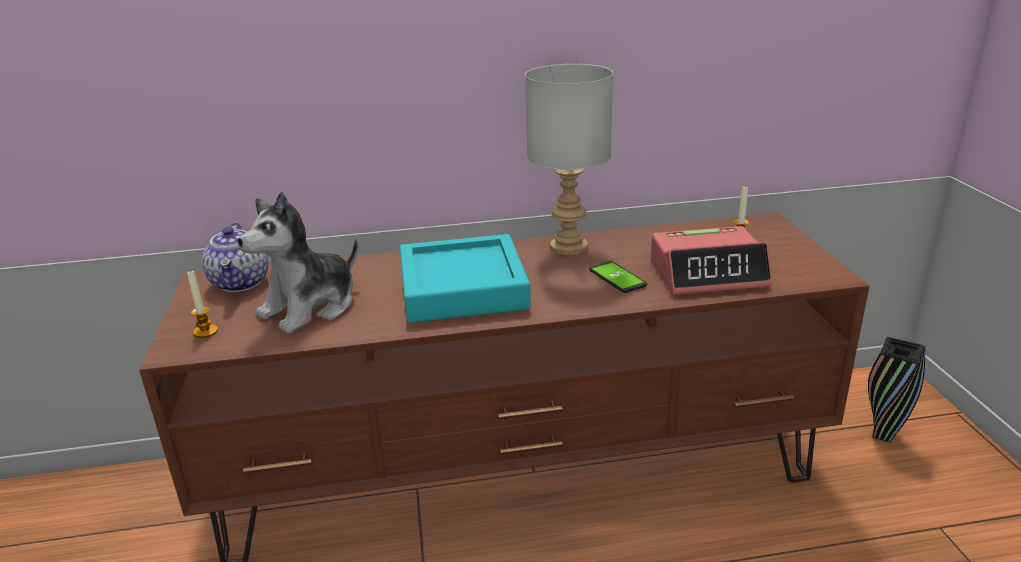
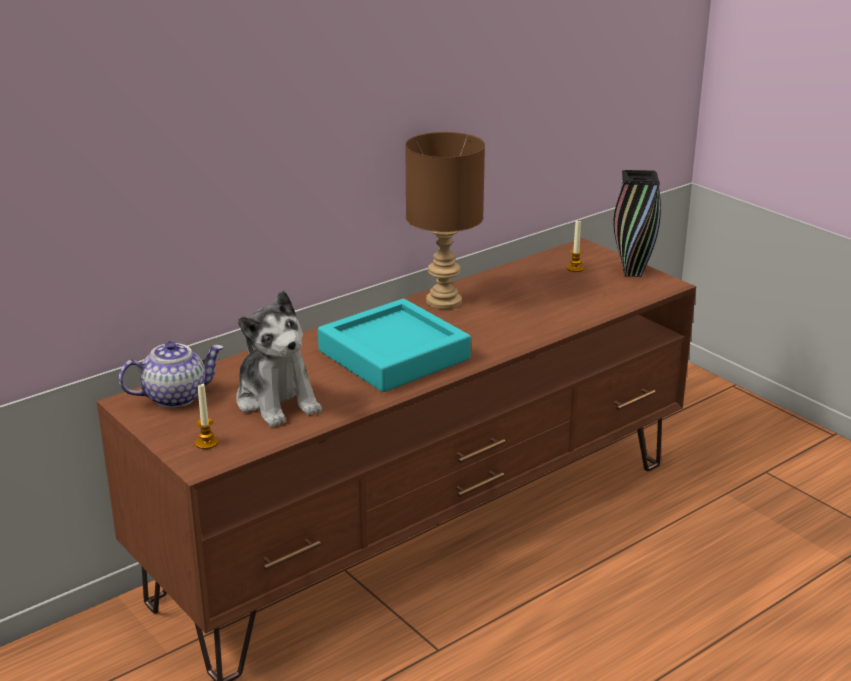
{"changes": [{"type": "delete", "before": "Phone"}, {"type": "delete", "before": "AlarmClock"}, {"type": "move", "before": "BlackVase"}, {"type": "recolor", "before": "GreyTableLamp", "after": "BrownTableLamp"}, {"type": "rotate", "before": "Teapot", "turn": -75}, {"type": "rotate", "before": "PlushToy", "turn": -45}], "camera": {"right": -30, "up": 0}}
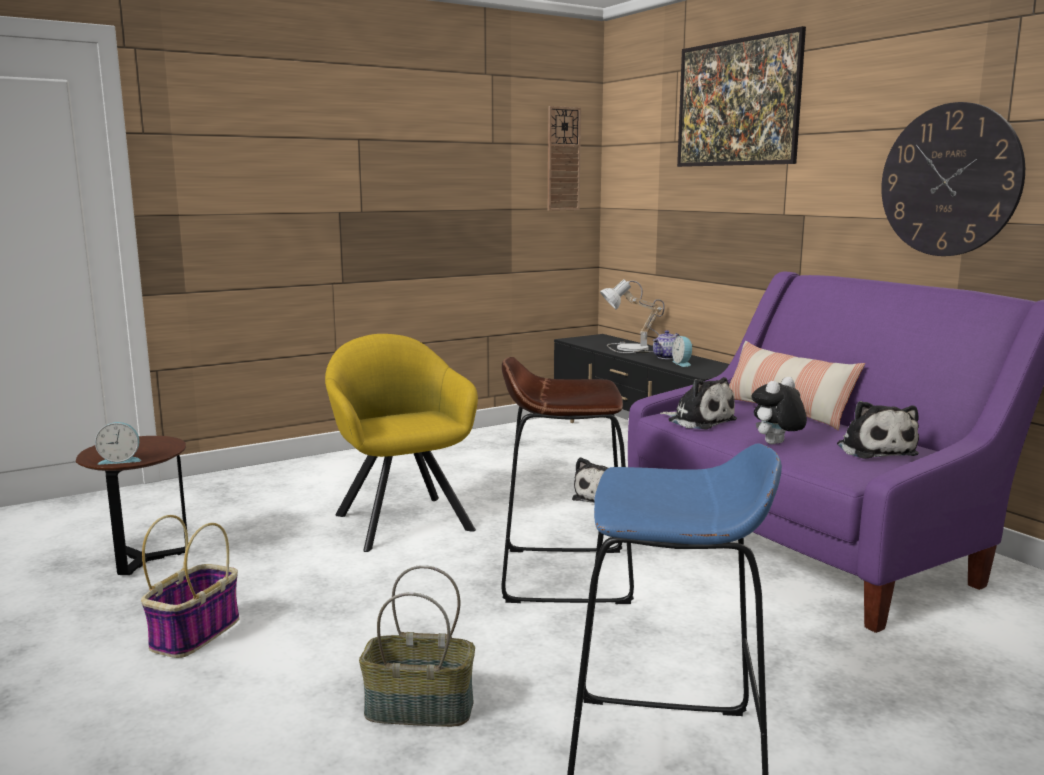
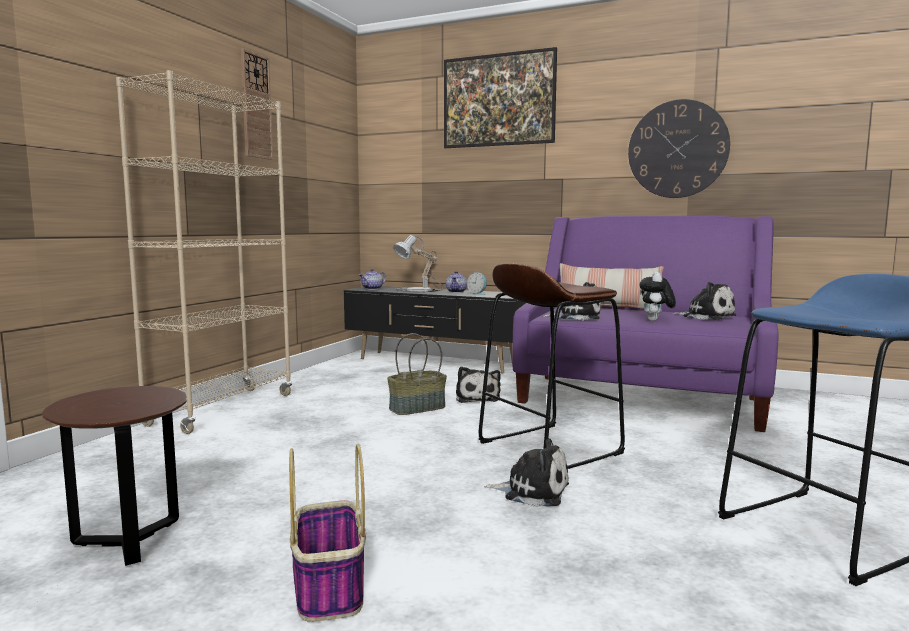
{"changes": [{"type": "delete", "before": "AlarmClock (1st from left)"}, {"type": "delete", "before": "YellowArmchair"}, {"type": "insert", "after": "BeigeBookcase"}, {"type": "insert", "after": "Teapot (1st from left)"}, {"type": "insert", "after": "PlushToy (2nd from left)"}, {"type": "move", "before": "Basket (2nd from left)"}, {"type": "move", "before": "WallClock (1st from left)"}], "camera": {"right": -35, "up": -5}}
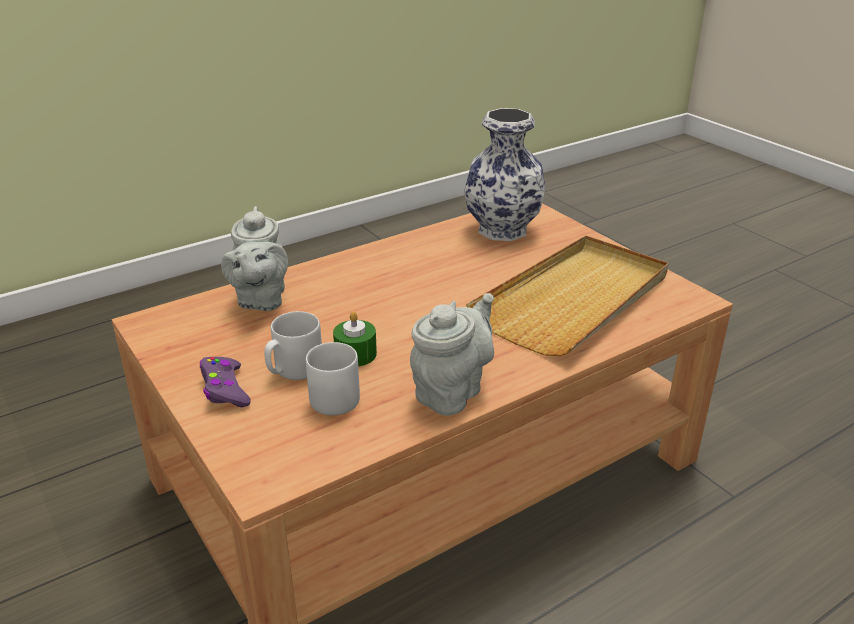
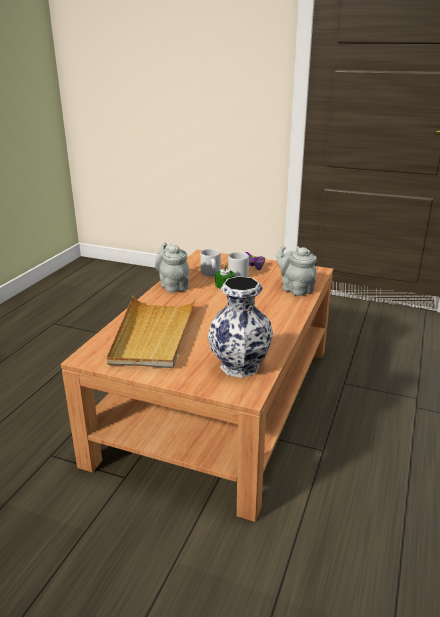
{"changes": [{"type": "rotate", "before": "GreyTeapot (2nd from left in the first image)", "turn": 150}], "camera": {"right": 145, "up": -5}}
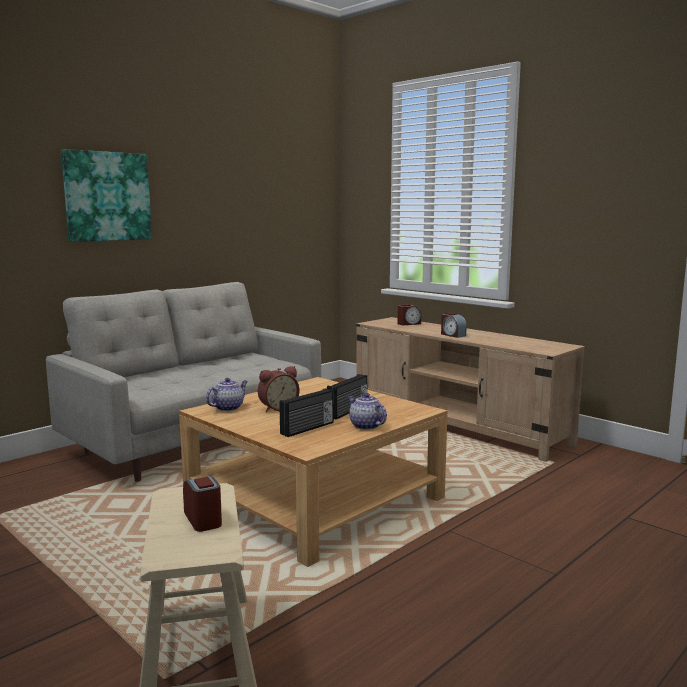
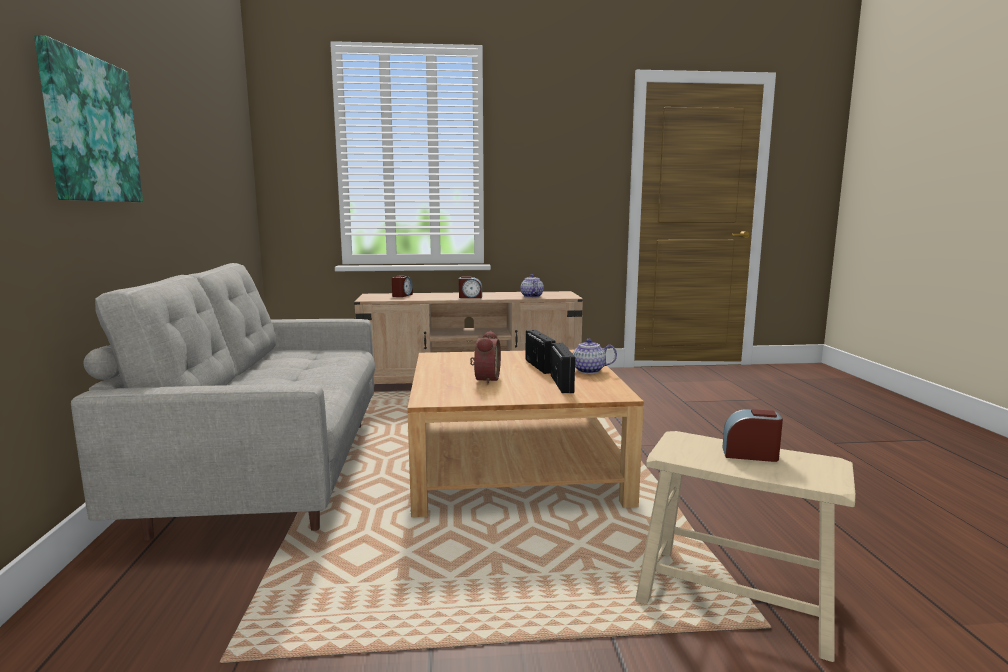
{"changes": [{"type": "move", "before": "Teapot (1st from left)"}], "camera": {"right": -50, "up": 0}}
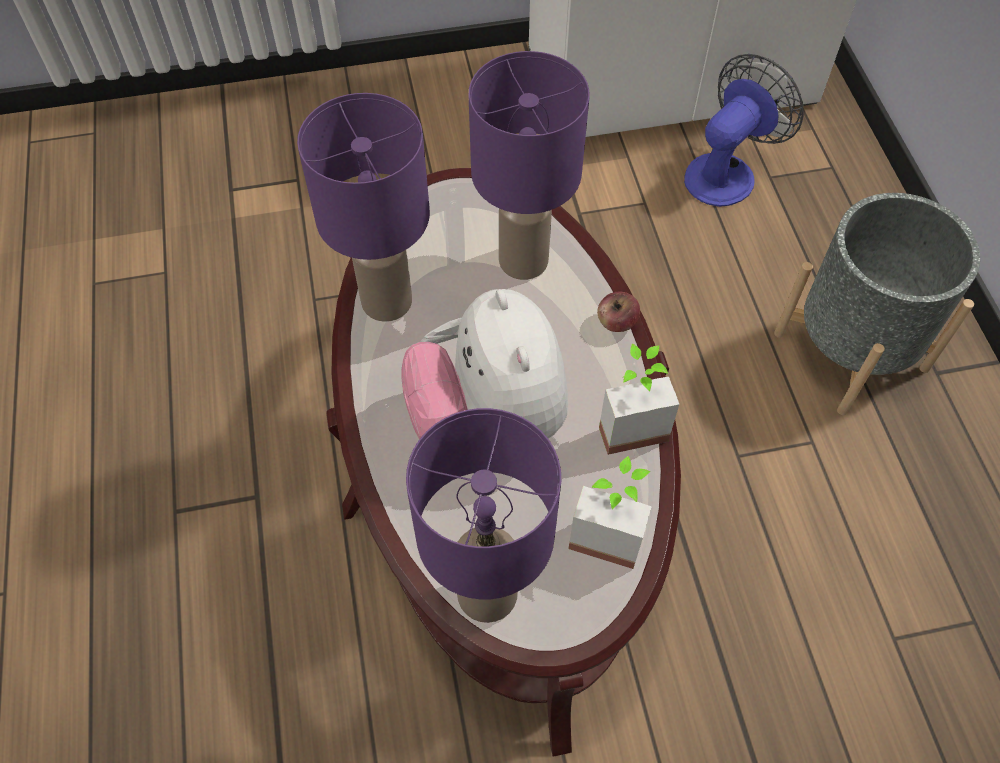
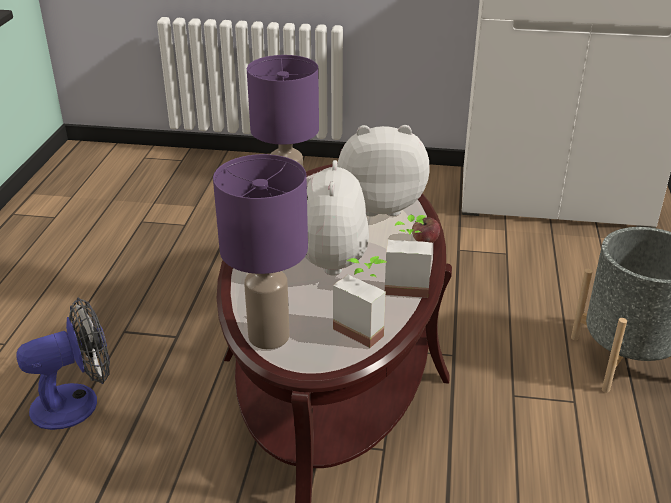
{"changes": [{"type": "move", "before": "Fan"}, {"type": "replace", "before": "PurpleTableLamp (3rd from left)", "after": "PlushToy (2nd from left)"}], "camera": {"right": 20, "up": -25}}
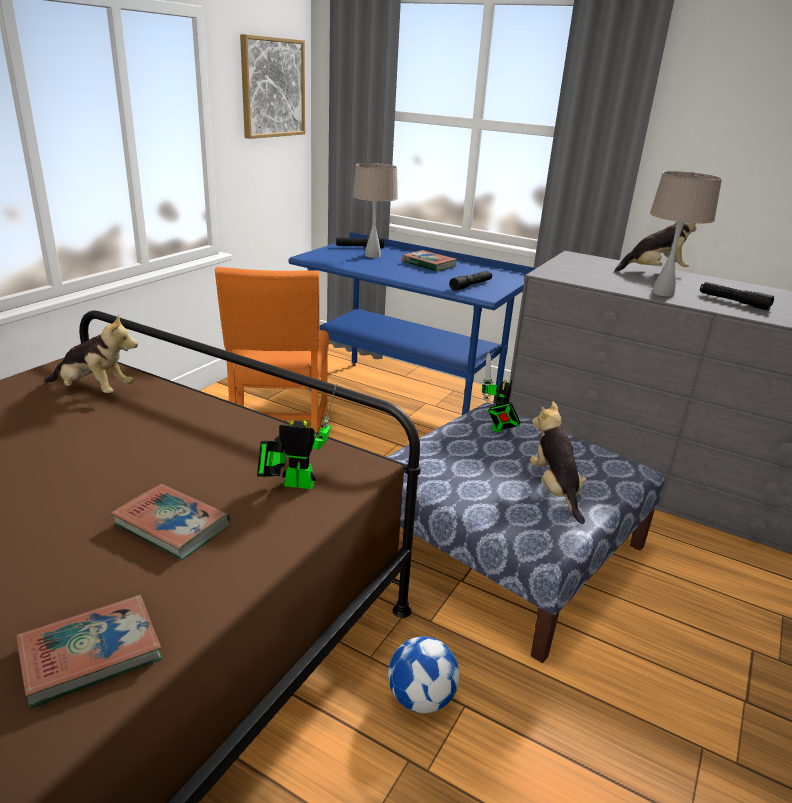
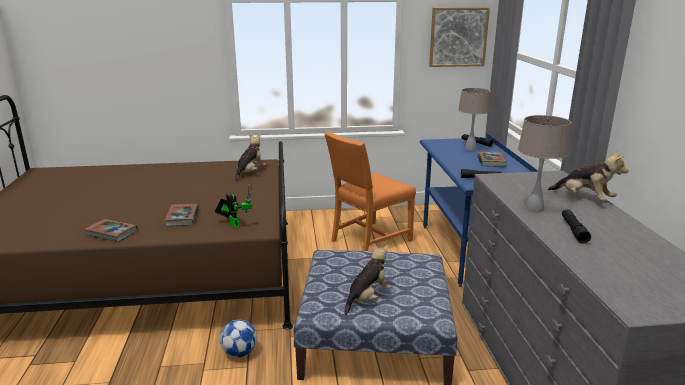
{"changes": [{"type": "delete", "before": "ToyRobot (2nd from left)"}, {"type": "rotate", "before": "PlushToy (1st from left)", "turn": -135}], "camera": {"right": 55, "up": -5}}
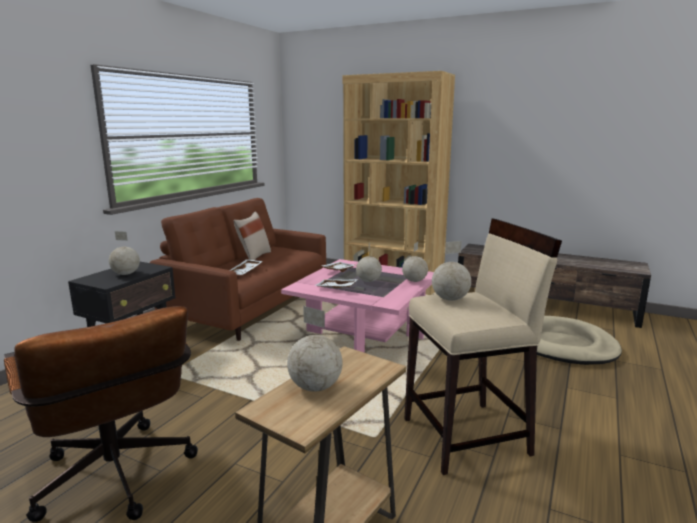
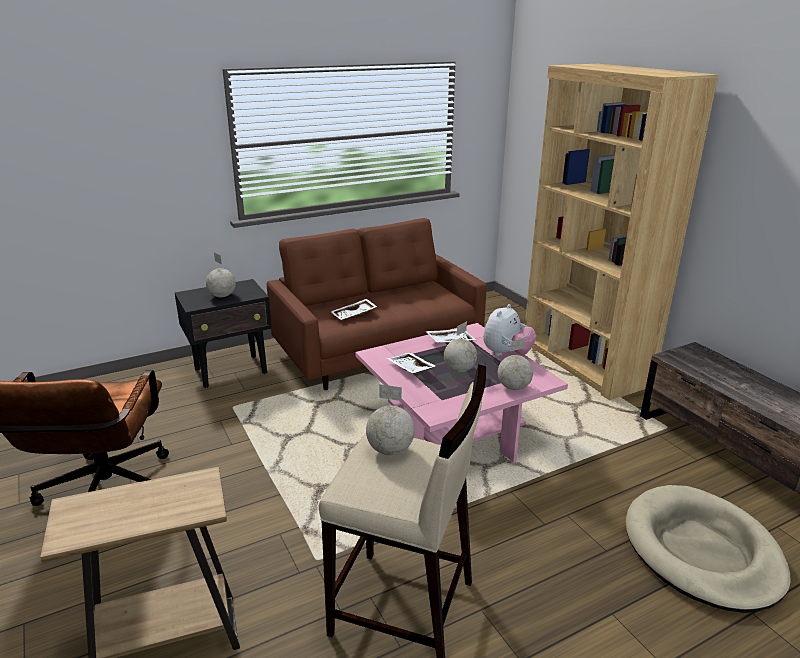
{"changes": [{"type": "delete", "before": "BeigePillow"}, {"type": "delete", "before": "Globe (2nd from left)"}, {"type": "insert", "after": "PlushToy"}], "camera": {"right": 35, "up": 10}}
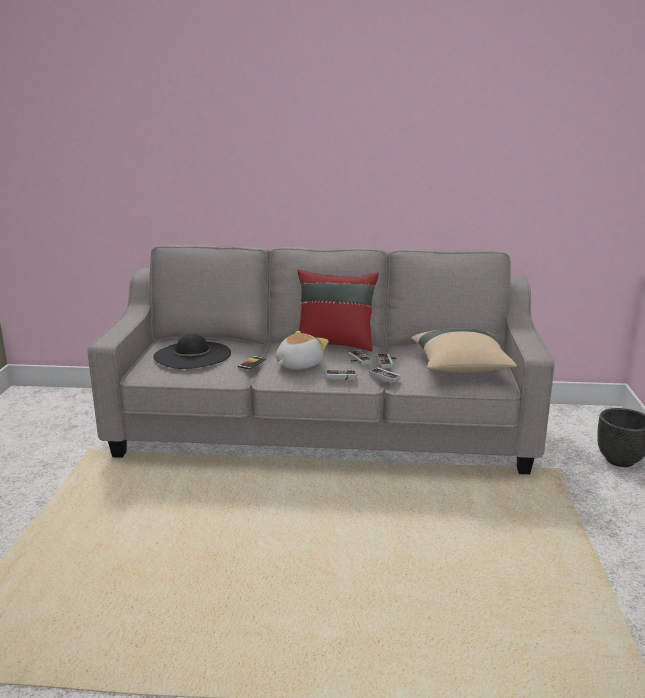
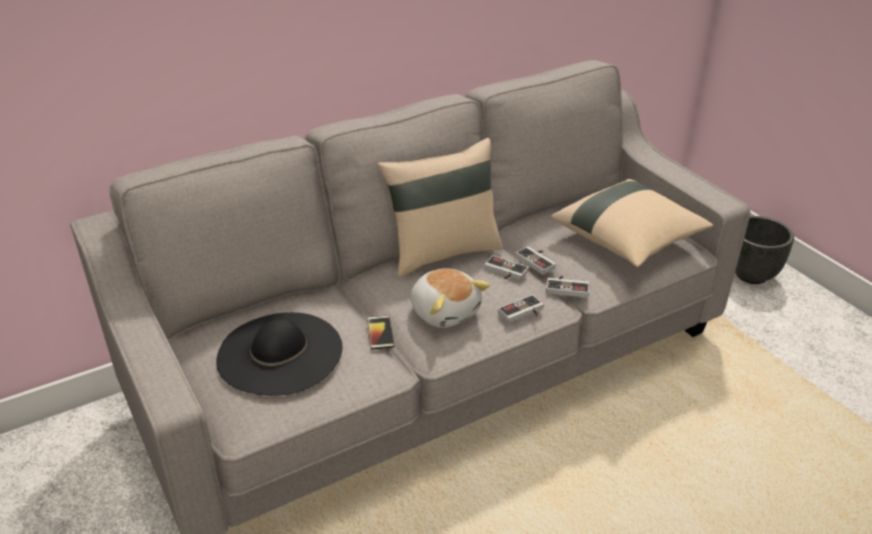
{"changes": [{"type": "recolor", "before": "RedPillow", "after": "BeigePillow (1st from left)"}, {"type": "rotate", "before": "PlushToy", "turn": 135}], "camera": {"right": -35, "up": 15}}
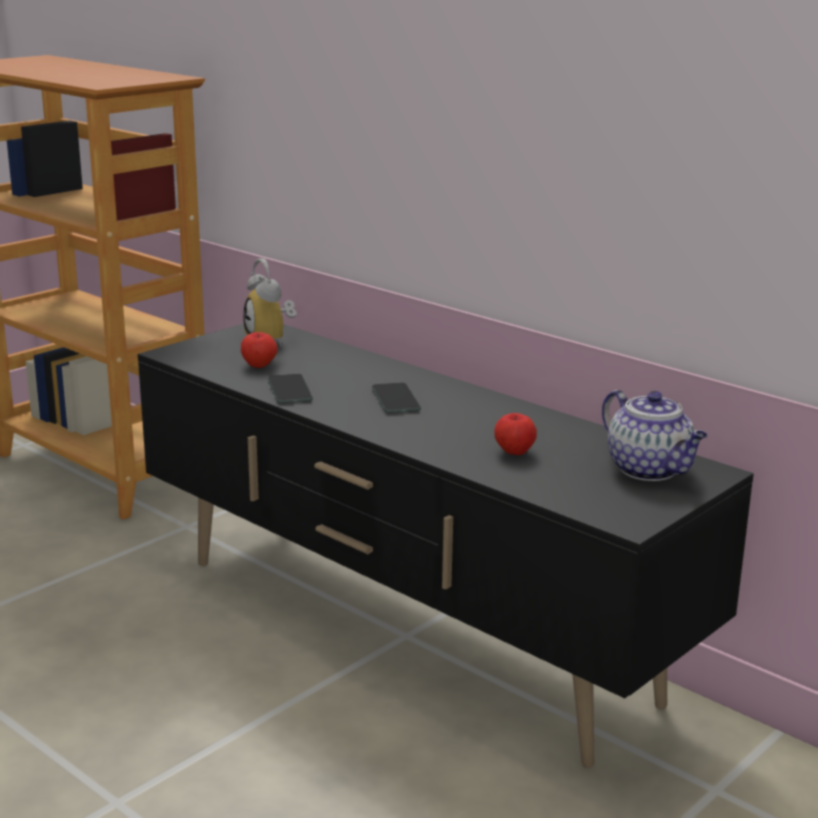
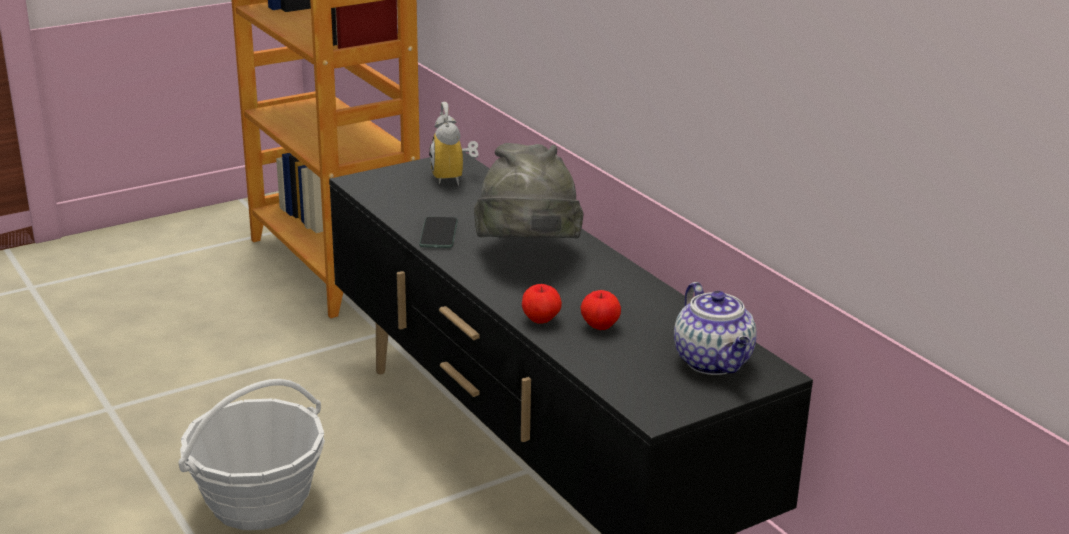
{"changes": [{"type": "insert", "after": "Basket"}, {"type": "move", "before": "Apple (1st from left)"}, {"type": "replace", "before": "Phone (2nd from left)", "after": "GreyHat"}], "camera": {"right": 15, "up": 5}}
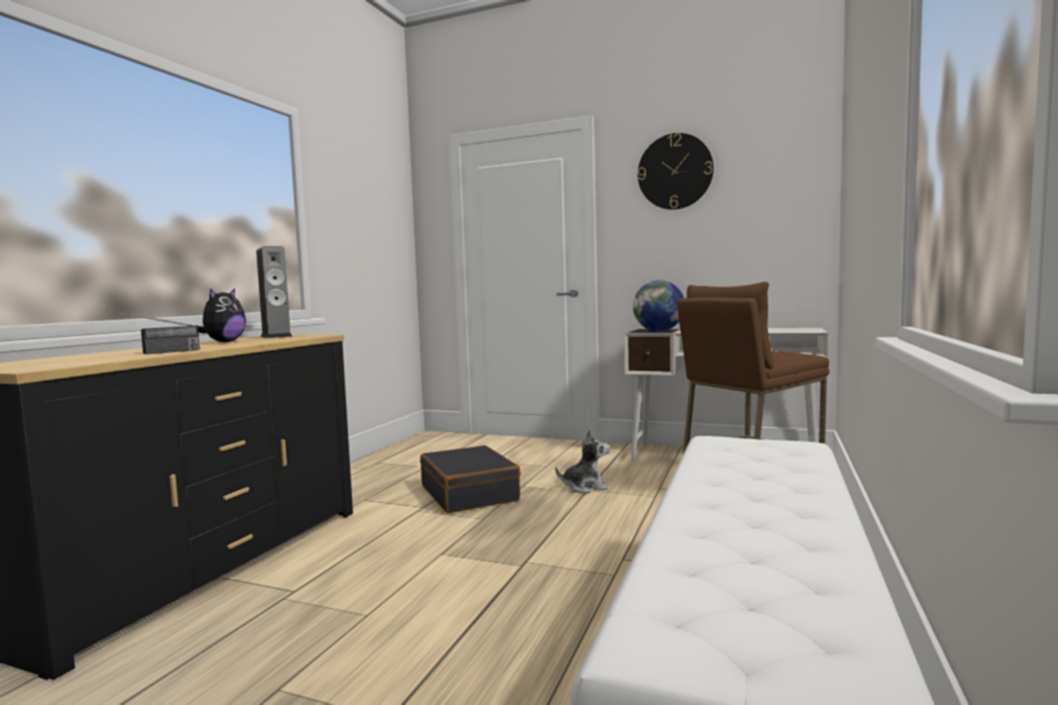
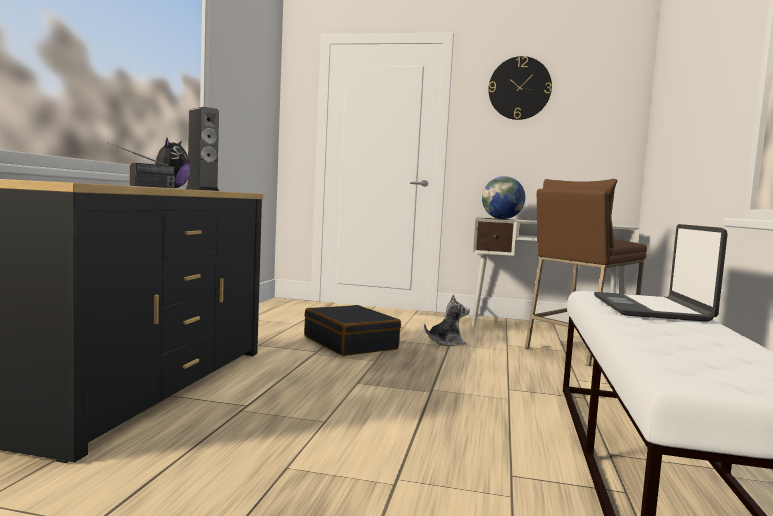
{"changes": [{"type": "insert", "after": "Laptop"}], "camera": {"right": -10, "up": 0}}
